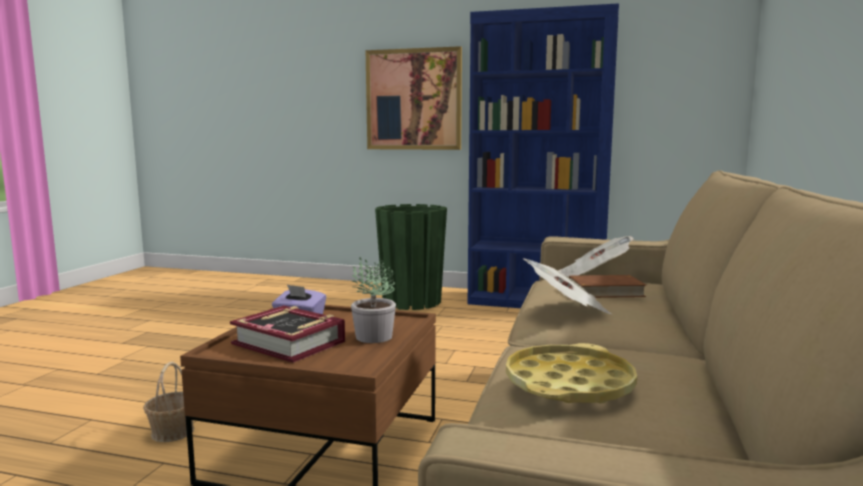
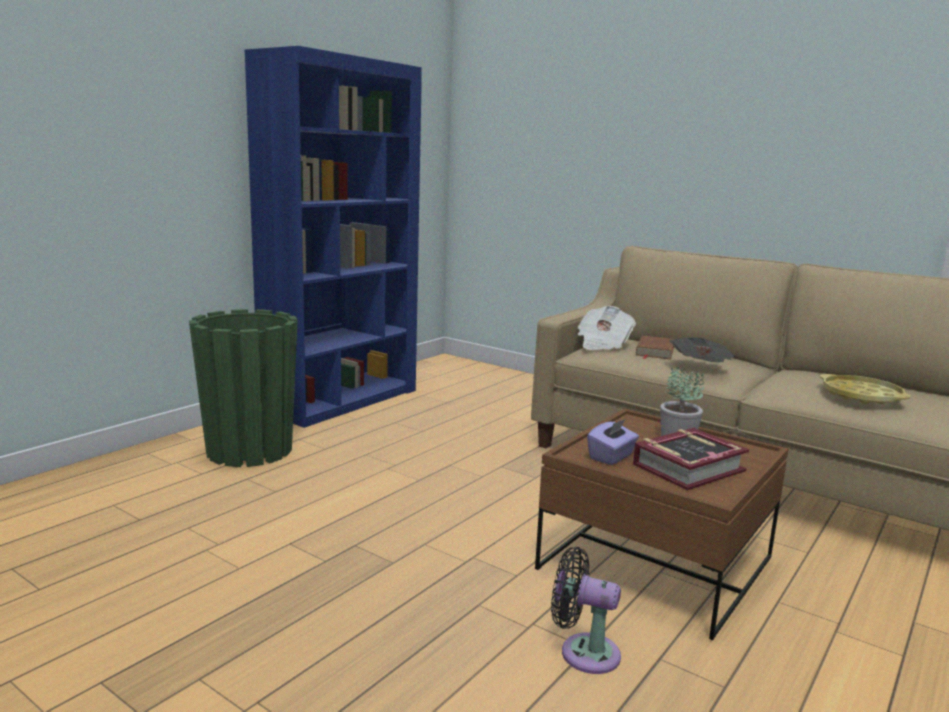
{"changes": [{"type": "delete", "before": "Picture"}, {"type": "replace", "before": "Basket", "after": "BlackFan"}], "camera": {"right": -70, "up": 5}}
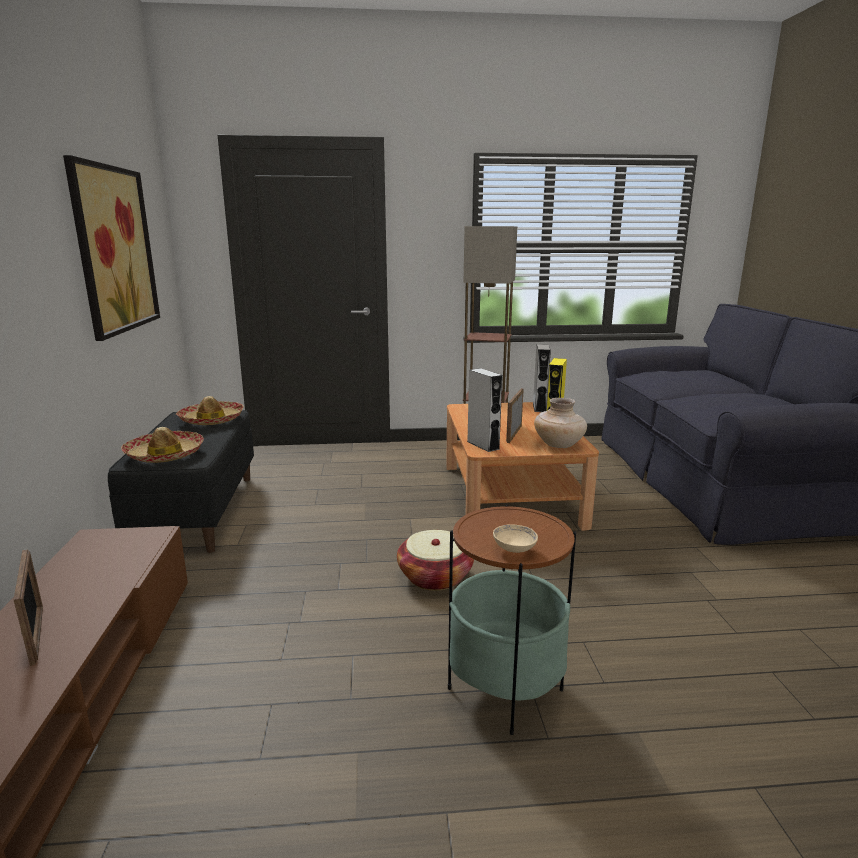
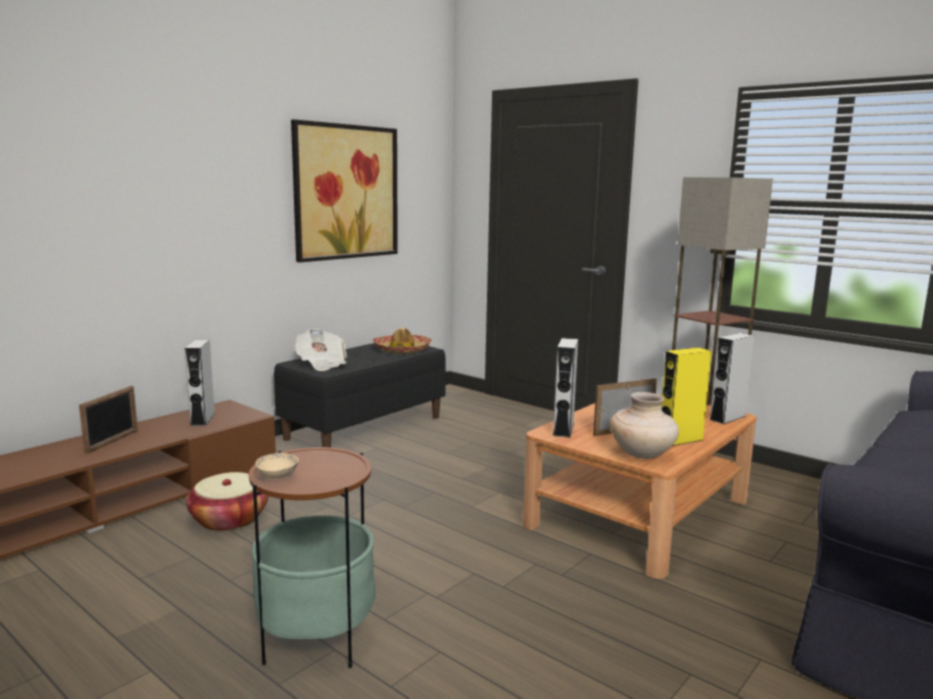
{"changes": [{"type": "insert", "after": "GreySpeaker (1st from left)"}, {"type": "move", "before": "Basket"}, {"type": "replace", "before": "Hat (1st from left)", "after": "Newspaper"}], "camera": {"right": 45, "up": -5}}
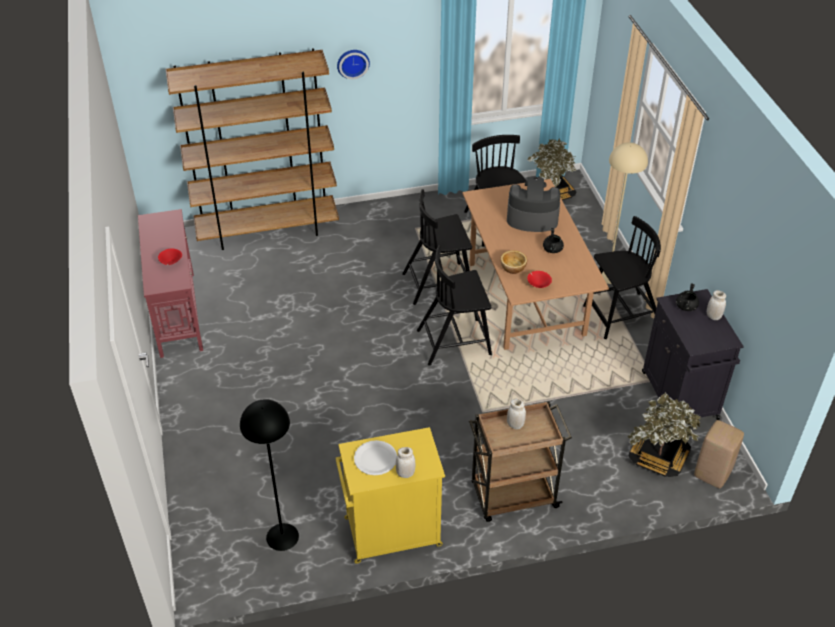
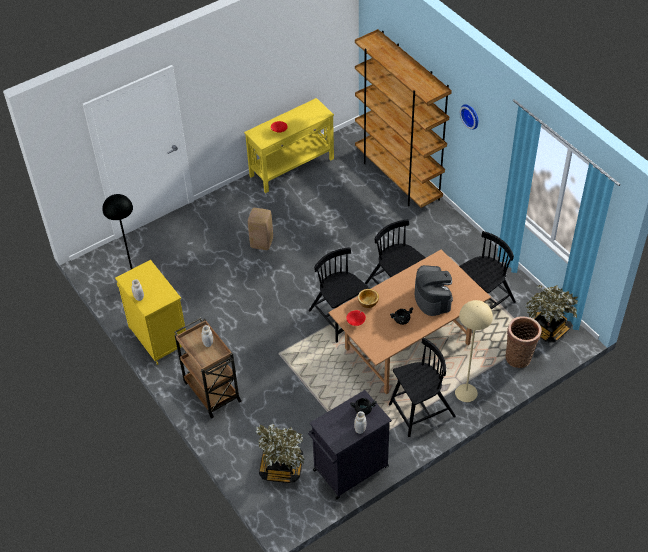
{"changes": [{"type": "delete", "before": "WhitePlate"}, {"type": "insert", "after": "Basket"}, {"type": "move", "before": "BeigeStool"}, {"type": "recolor", "before": "RedConsoleTable", "after": "YellowConsoleTable"}, {"type": "rotate", "before": "BlackChair (4th from left in the first image)", "turn": -75}], "camera": {"right": 70, "up": 5}}
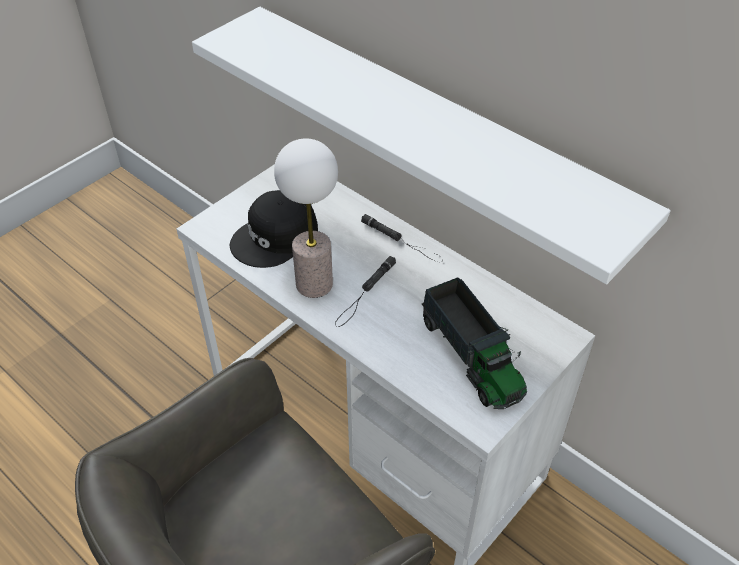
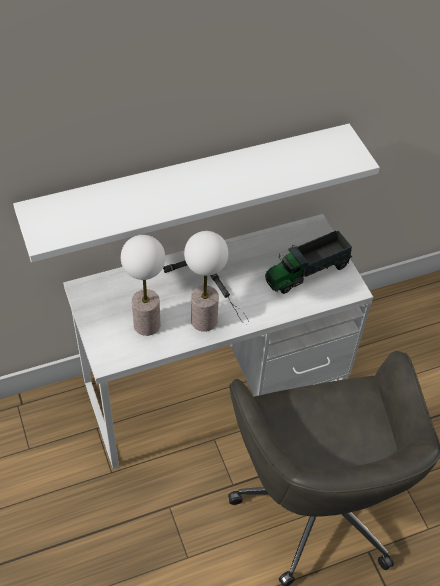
{"changes": [{"type": "replace", "before": "BlackCap", "after": "TableLamp (1st from left)"}, {"type": "rotate", "before": "ToyTruck", "turn": 150}], "camera": {"right": -65, "up": 5}}
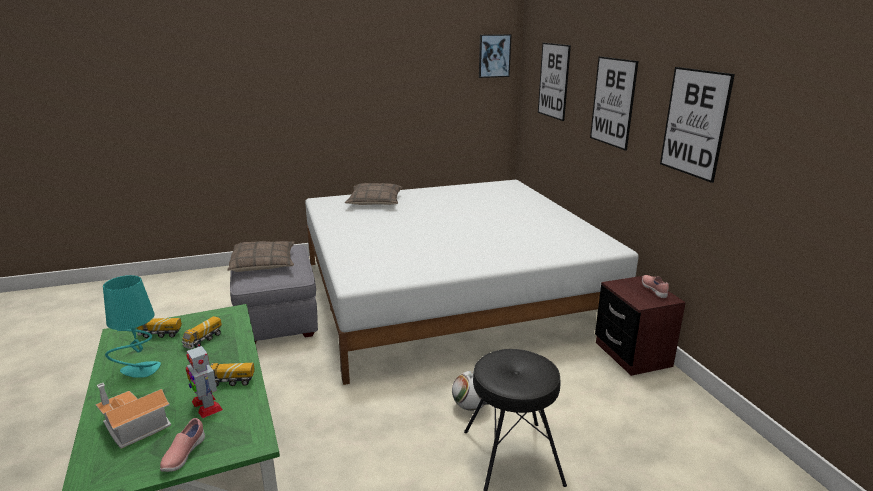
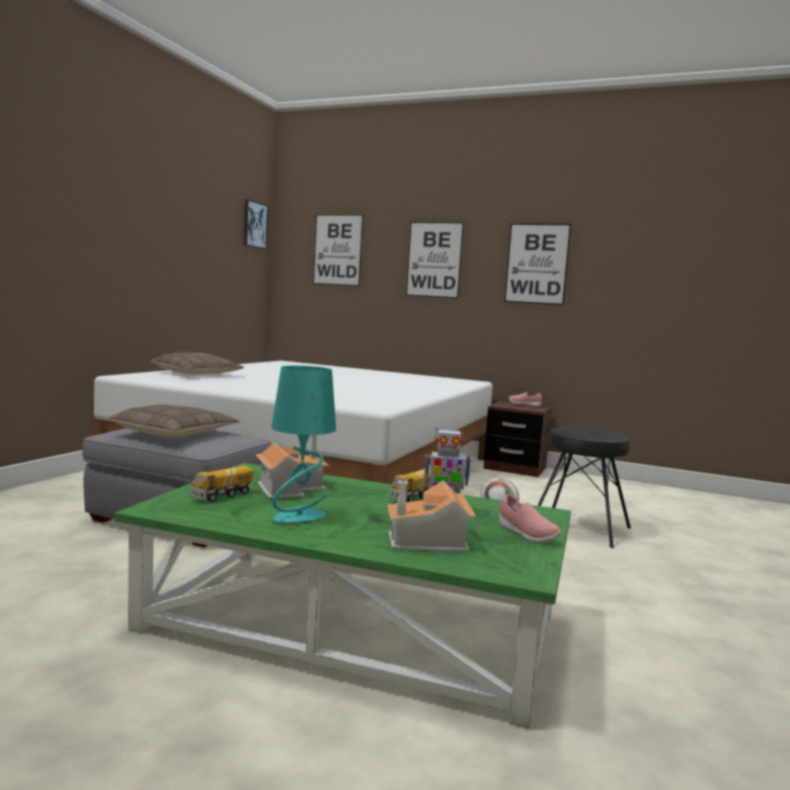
{"changes": [{"type": "replace", "before": "ToyTruck (2nd from left)", "after": "ToyHouse (1st from left)"}], "camera": {"right": -50, "up": -15}}
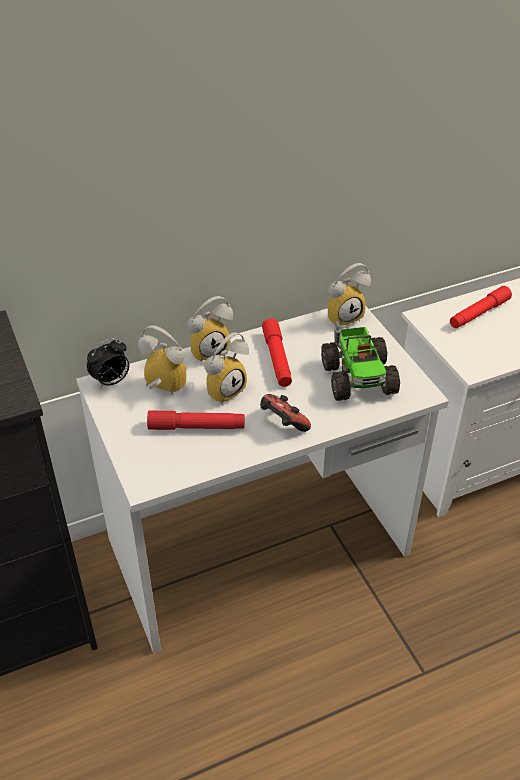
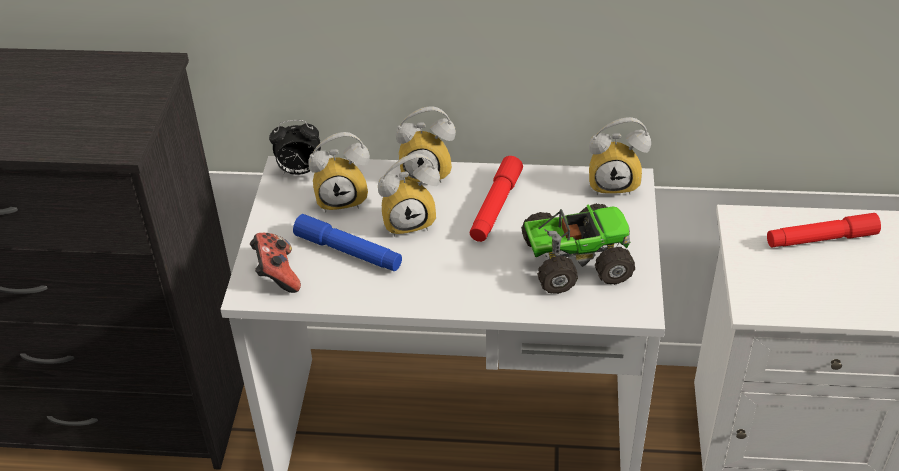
{"changes": [{"type": "move", "before": "GameController"}, {"type": "recolor", "before": "RedFlashlight (1st from left)", "after": "BlueFlashlight"}, {"type": "rotate", "before": "AlarmClock (2nd from left)", "turn": 120}, {"type": "rotate", "before": "ToyTruck", "turn": -120}], "camera": {"right": 30, "up": 0}}
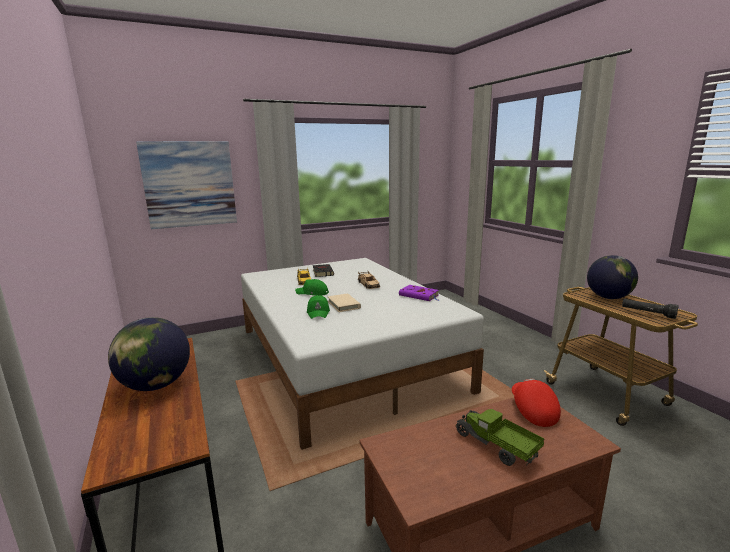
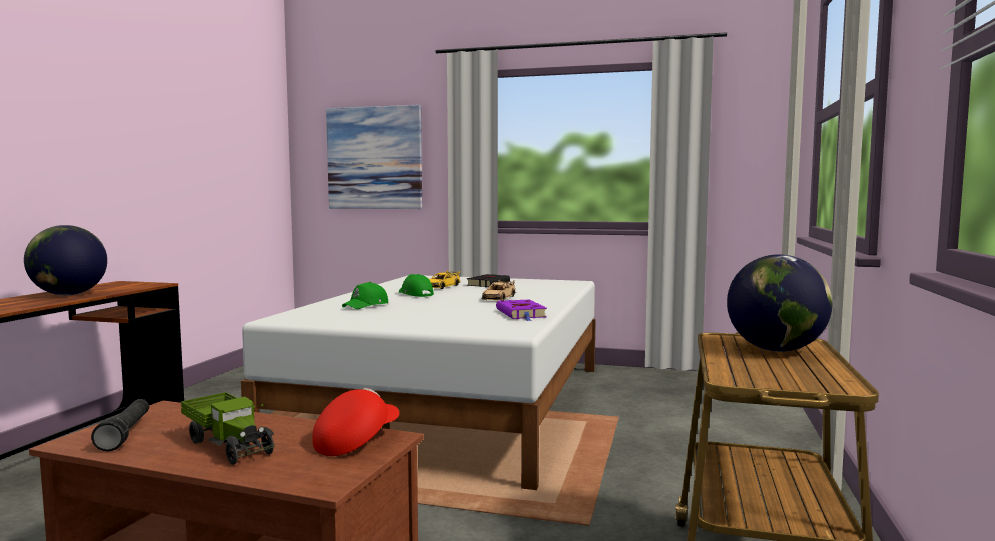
{"changes": [{"type": "delete", "before": "BeigeBook"}, {"type": "move", "before": "BlackFlashlight"}, {"type": "rotate", "before": "ToyTruck", "turn": 135}], "camera": {"right": 40, "up": -10}}
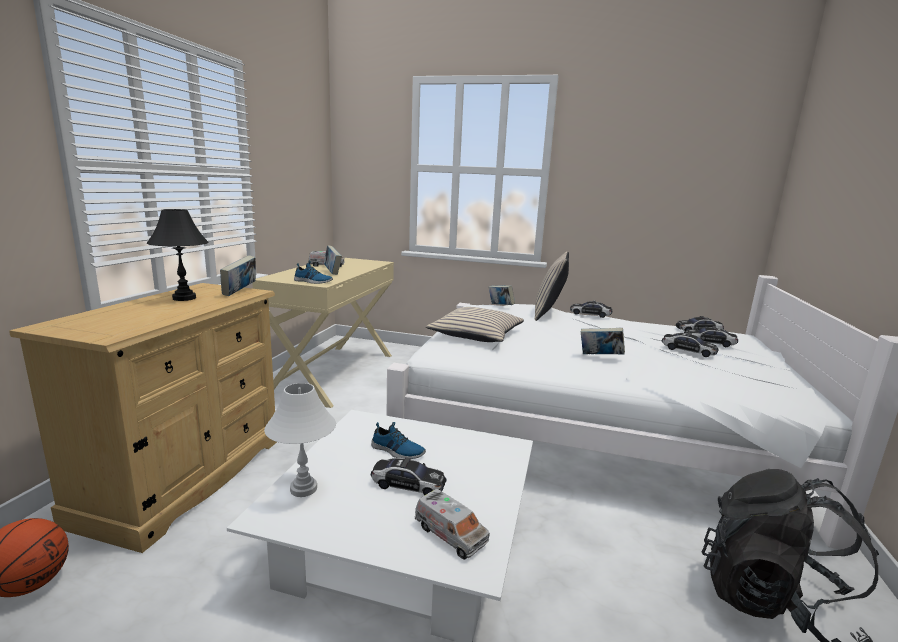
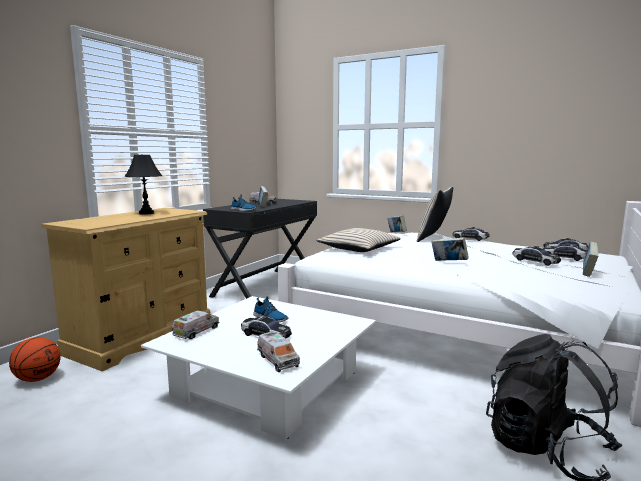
{"changes": [{"type": "move", "before": "Book (1st from left in the first image)", "after": "Book (4th from left)"}, {"type": "replace", "before": "WhiteTableLamp", "after": "ToyTruck (1st from left)"}, {"type": "recolor", "before": "BeigeDesk", "after": "BlackDesk"}], "camera": {"right": 15, "up": -5}}
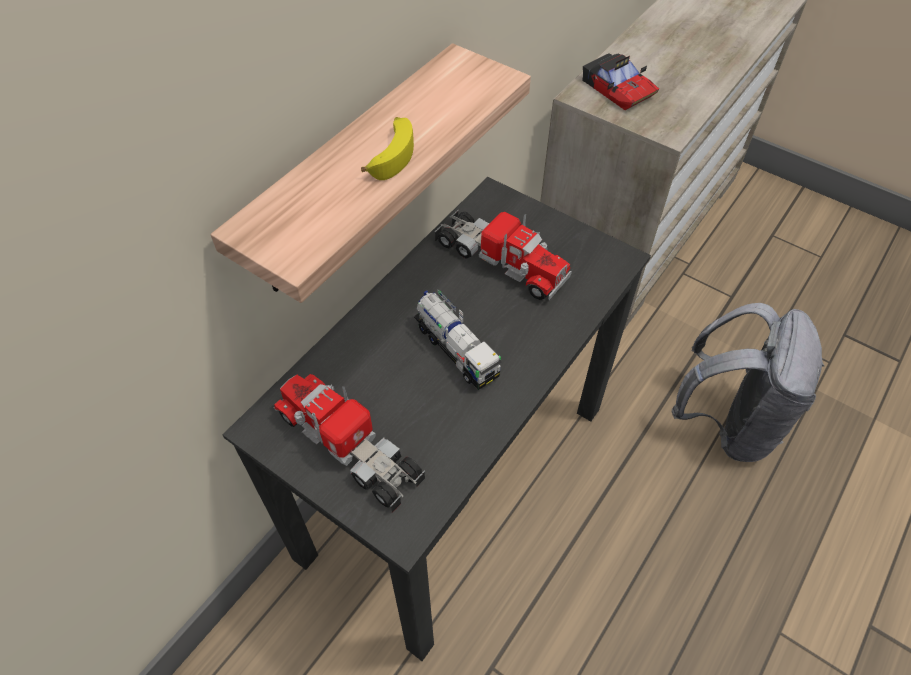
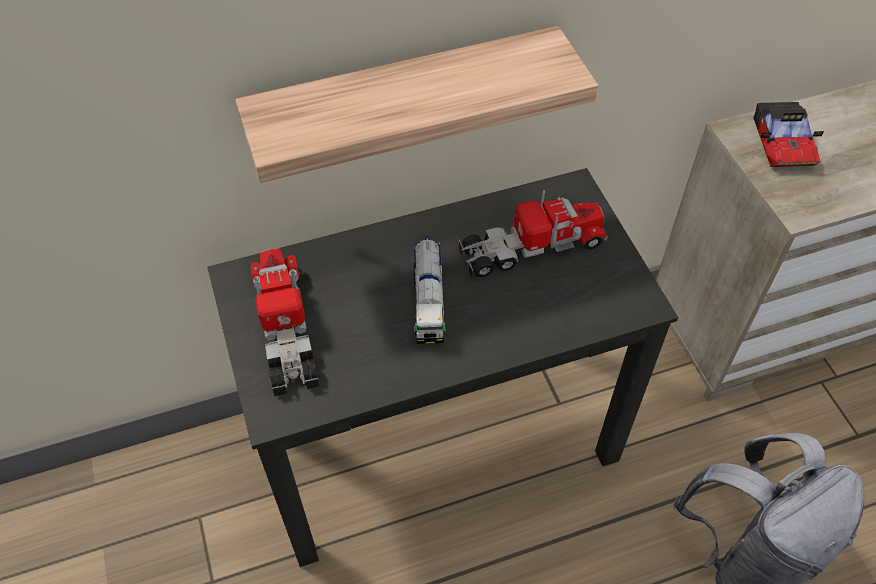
{"changes": [{"type": "delete", "before": "Banana"}, {"type": "rotate", "before": "ToyTruck (3rd from left)", "turn": -90}], "camera": {"right": 35, "up": 0}}
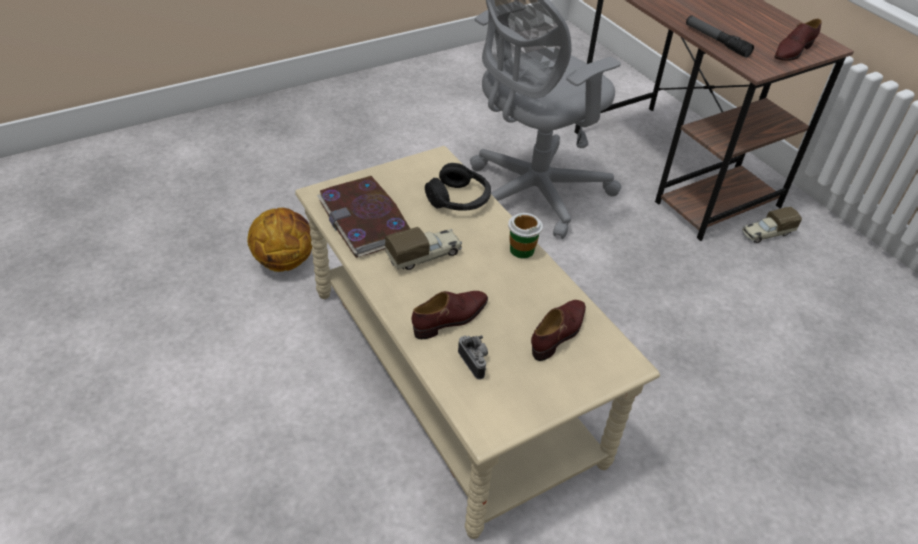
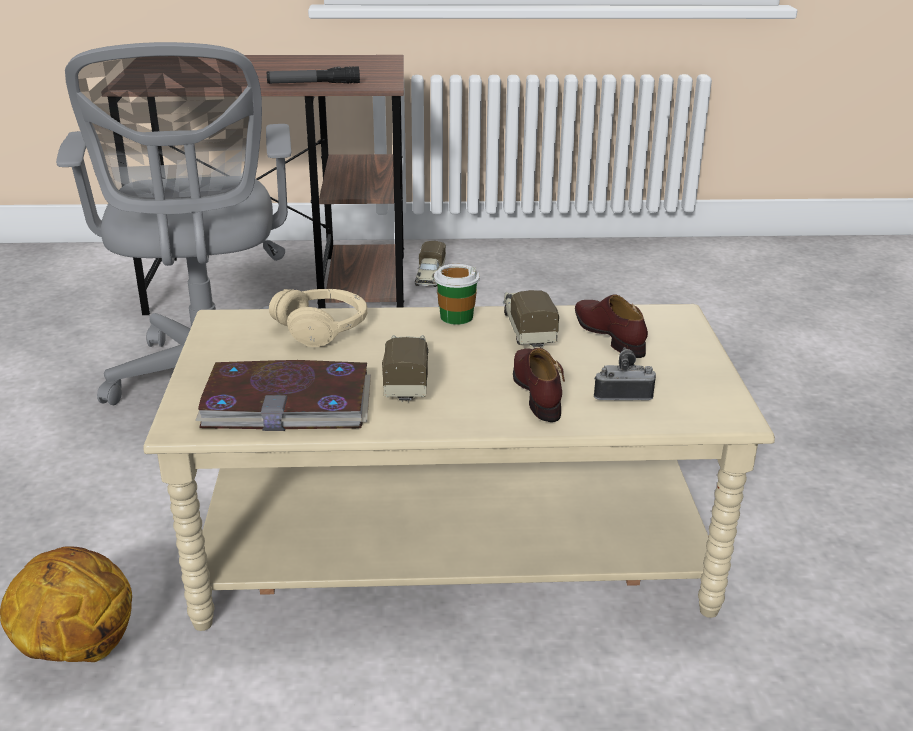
{"changes": [{"type": "delete", "before": "BrownShoe (3rd from left)"}, {"type": "insert", "after": "ToyTruck (3rd from left)"}, {"type": "recolor", "before": "BlackHeadphones", "after": "BeigeHeadphones"}], "camera": {"right": -60, "up": -15}}
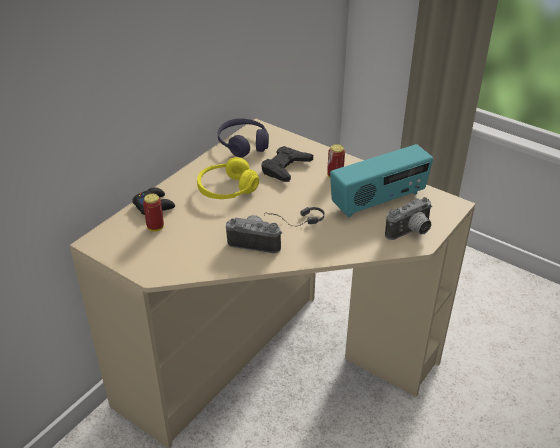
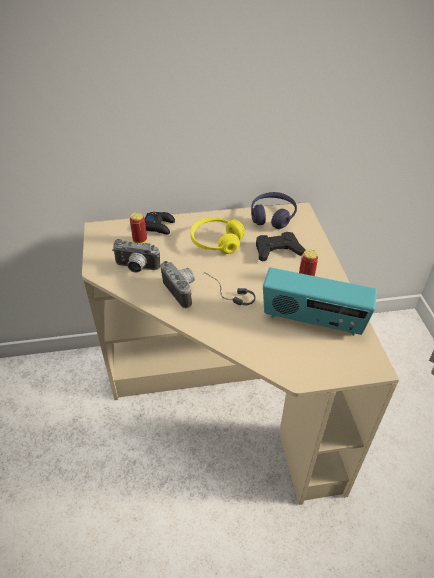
{"changes": [{"type": "move", "before": "PhotoCamera (2nd from left in the first image)", "after": "PhotoCamera (1st from left)"}], "camera": {"right": 45, "up": 5}}
